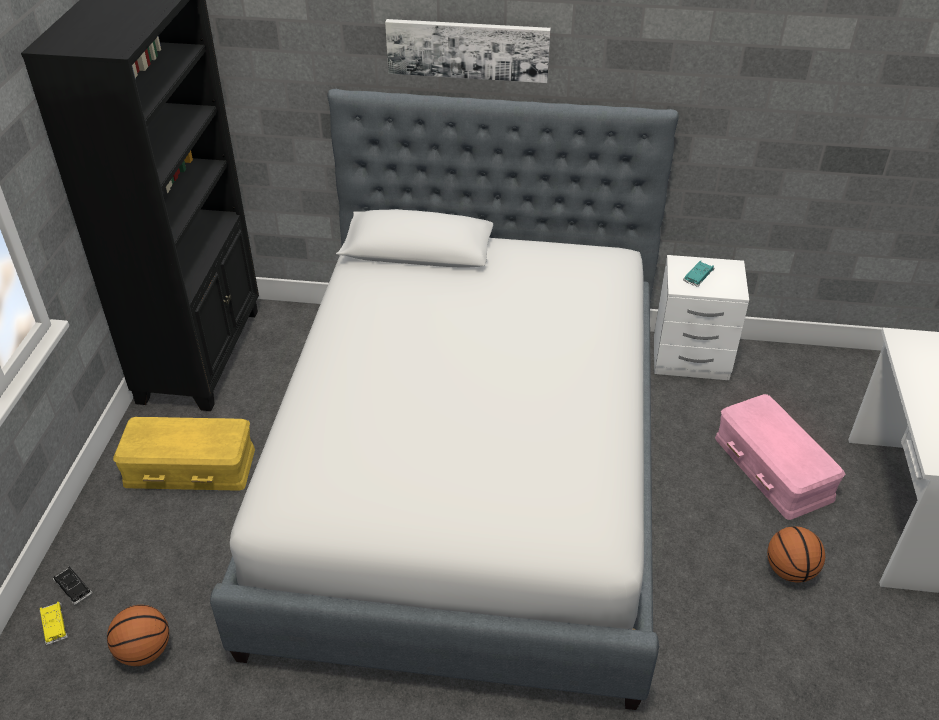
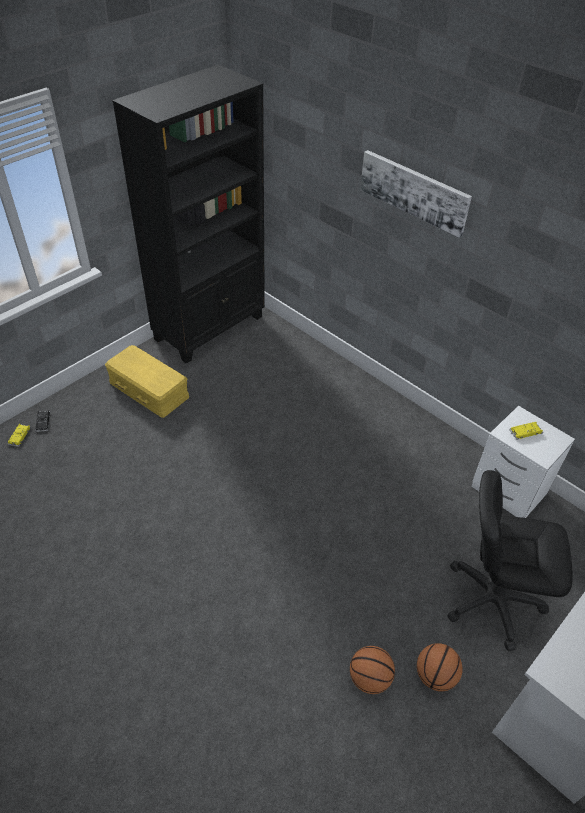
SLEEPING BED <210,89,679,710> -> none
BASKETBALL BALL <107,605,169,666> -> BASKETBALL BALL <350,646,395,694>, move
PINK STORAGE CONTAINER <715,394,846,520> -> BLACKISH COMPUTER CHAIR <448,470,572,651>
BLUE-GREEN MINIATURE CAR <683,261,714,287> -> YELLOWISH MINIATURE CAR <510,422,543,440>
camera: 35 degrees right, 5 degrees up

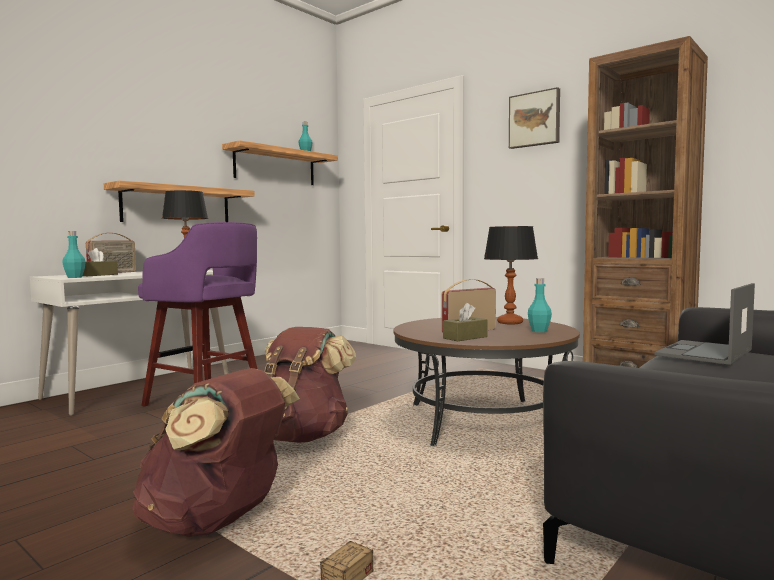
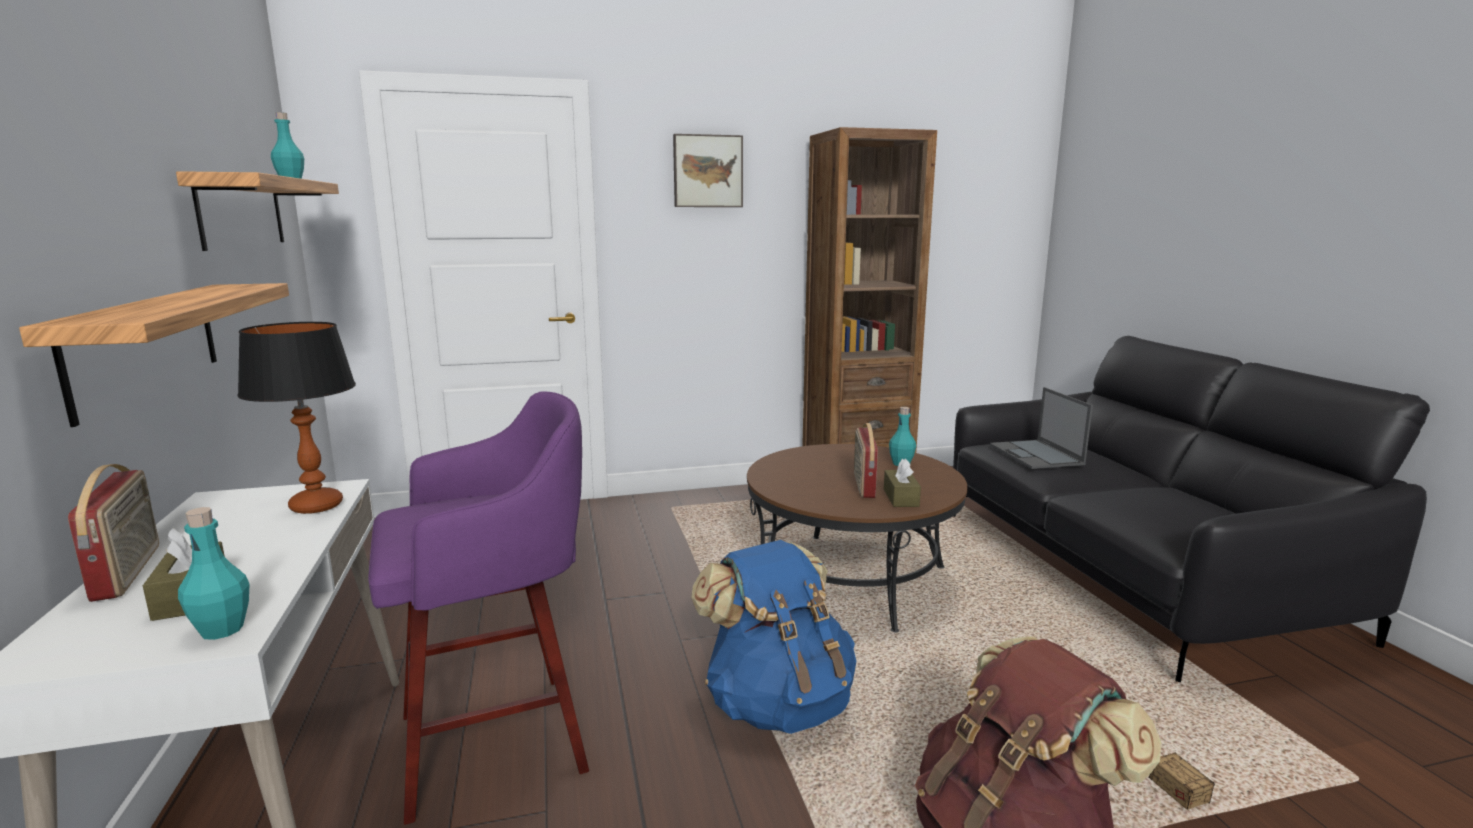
LAMP FOR A TABLE <484,226,538,325> -> none
BROWNISH KNAPSACK <264,327,356,443> -> BLUE-COLOURED KNAPSACK <691,540,856,734>
camera: 55 degrees left, 10 degrees up

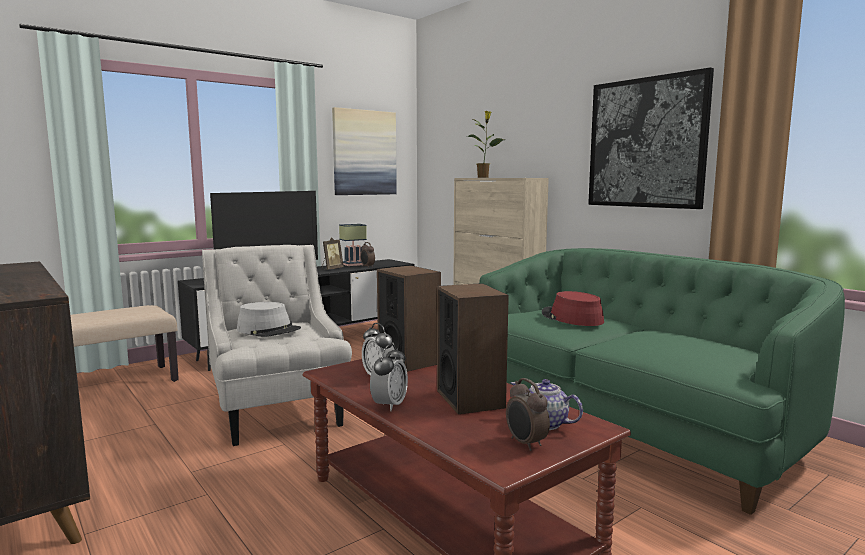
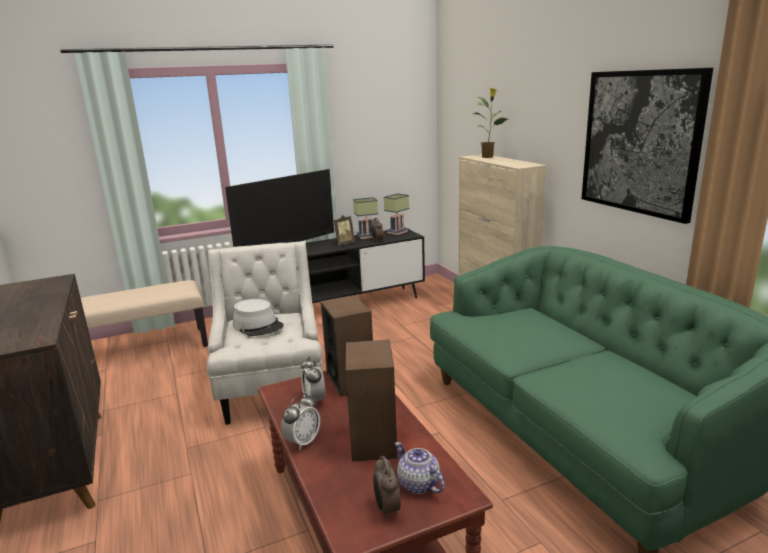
PICTURE <332,107,397,195> -> none
RED HAT <542,291,604,326> -> none
none -> LAMP FOR A TABLE <384,194,409,235>
camera: 15 degrees right, 10 degrees up

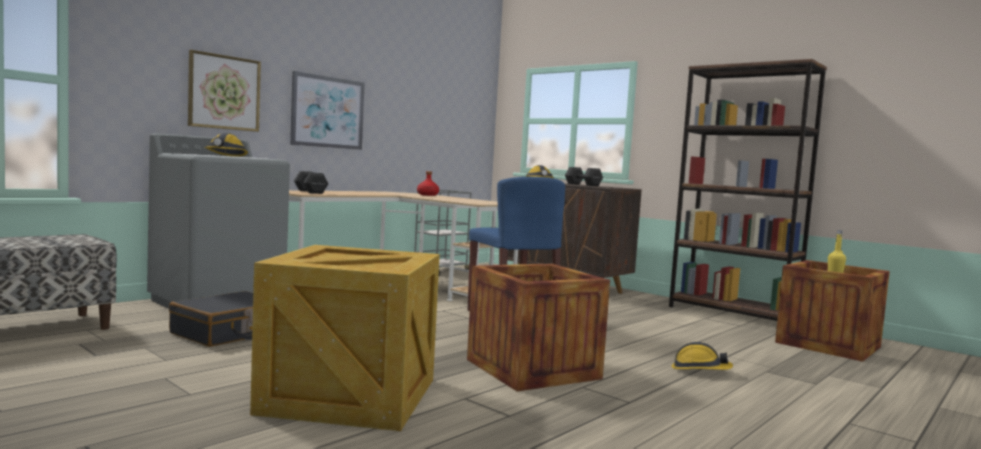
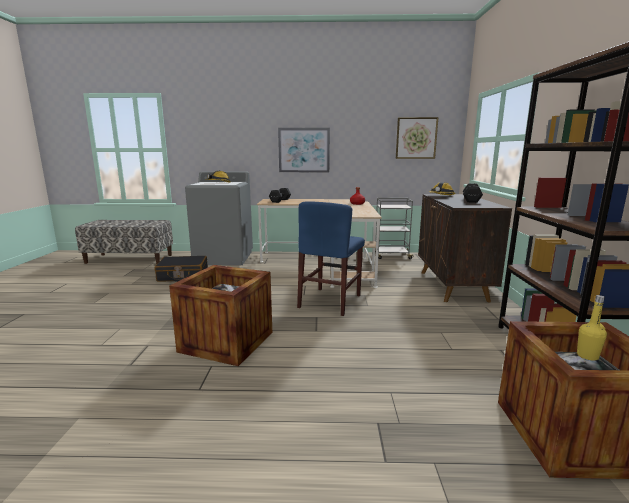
CRATE <250,245,440,431> -> none
HARD HAT <672,342,733,370> -> none
PICTURE <188,50,261,132> -> PICTURE <396,117,439,159>, move
camera: 50 degrees right, 10 degrees up

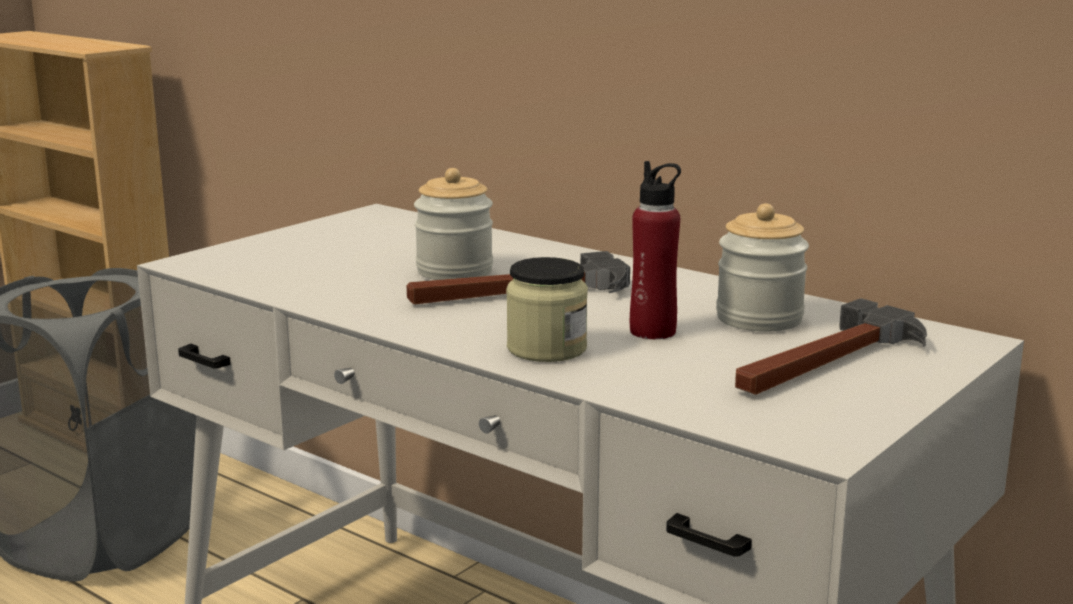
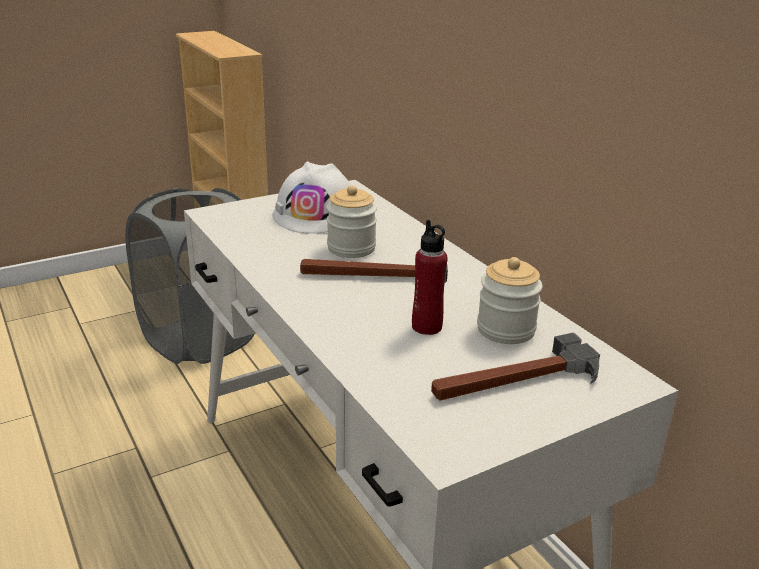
JAR <506,257,588,362> -> none
none -> WHITE-COLOURED HARD HAT <273,161,351,234>
camera: 20 degrees right, 10 degrees up

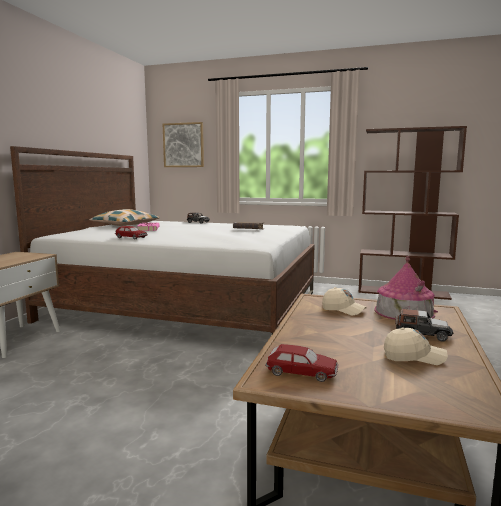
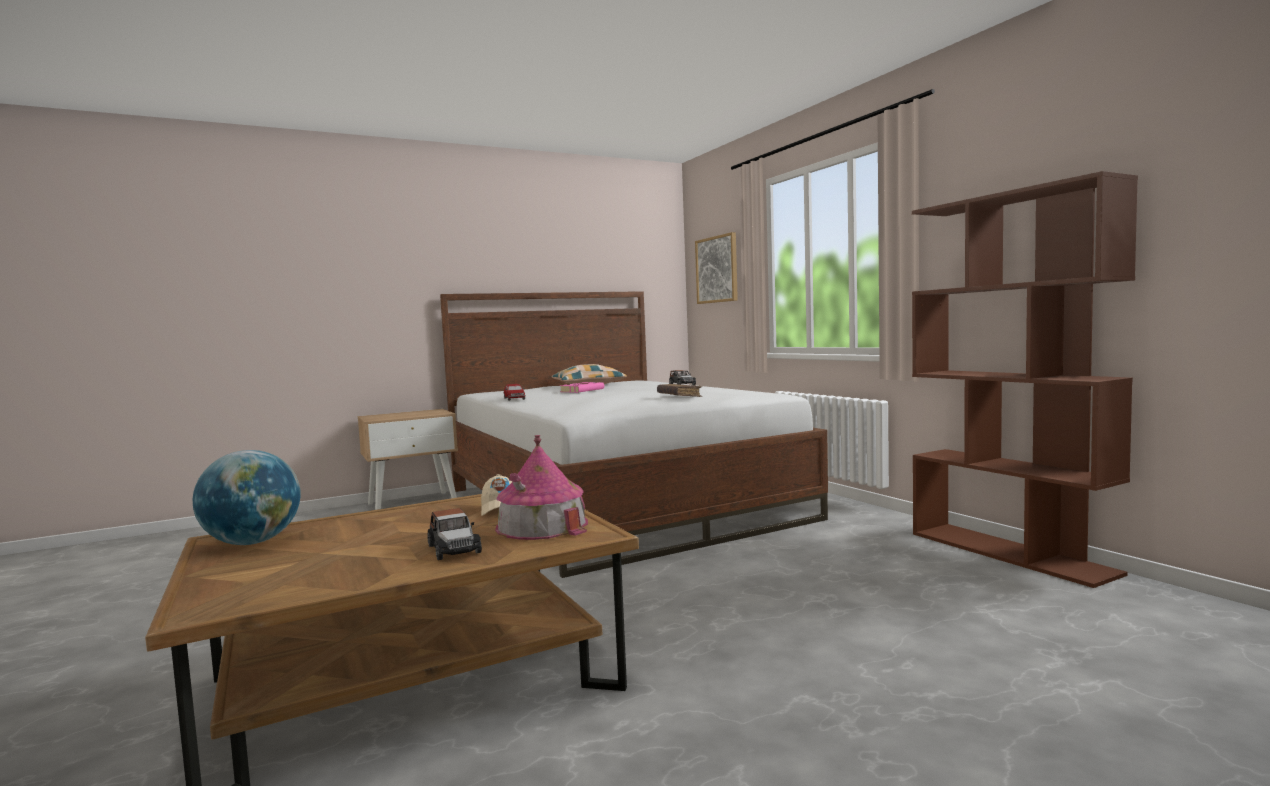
BEIGE-COLOURED BASEBALL CAP <384,328,448,365> -> none
MINIATURE CAR <265,344,339,382> -> GLOBE <193,450,301,545>
camera: 45 degrees right, 5 degrees down

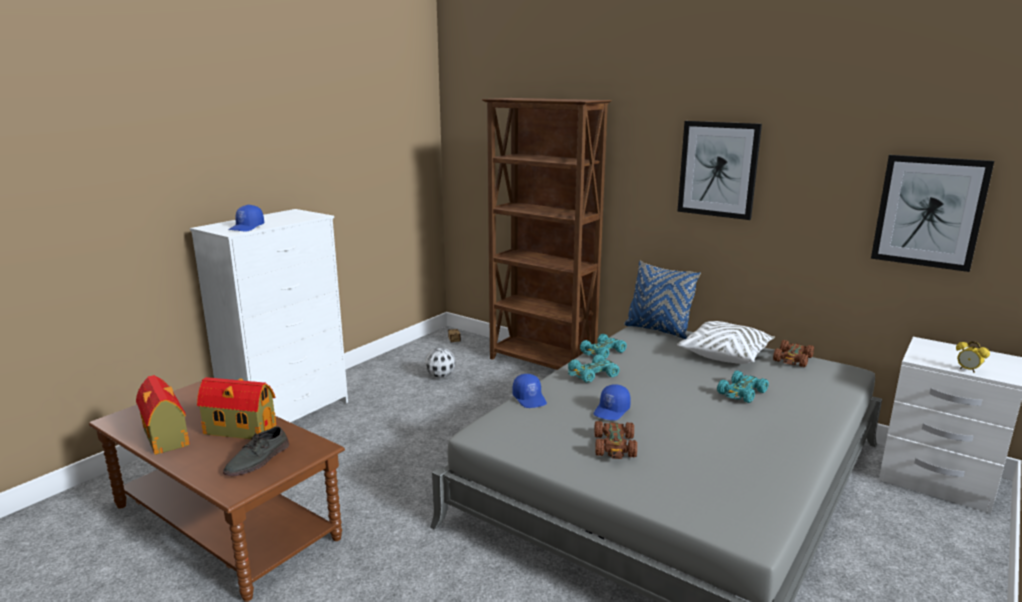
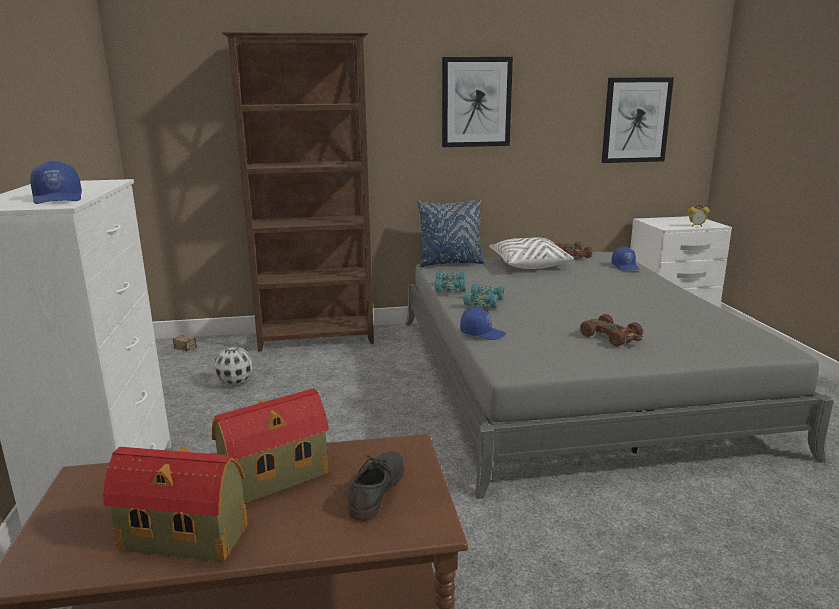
BLUE-GREEN MINIATURE CAR <717,371,769,403> -> none
BLUE-COLOURED BASEBALL CAP <593,384,631,421> -> BLUE-COLOURED BASEBALL CAP <611,247,640,271>, move
GREYISH LOW SHOE <223,426,289,476> -> GREYISH LOW SHOE <348,451,404,521>, 150 degrees counterclockwise
camera: 45 degrees left, 0 degrees up

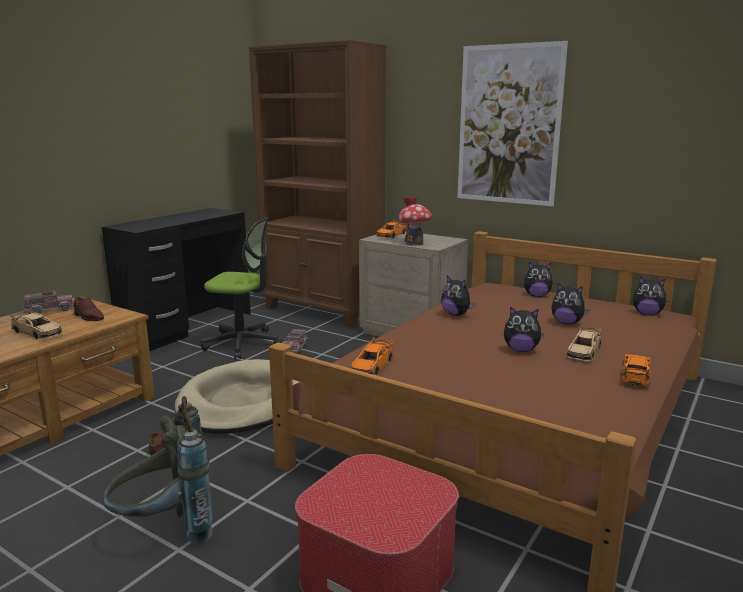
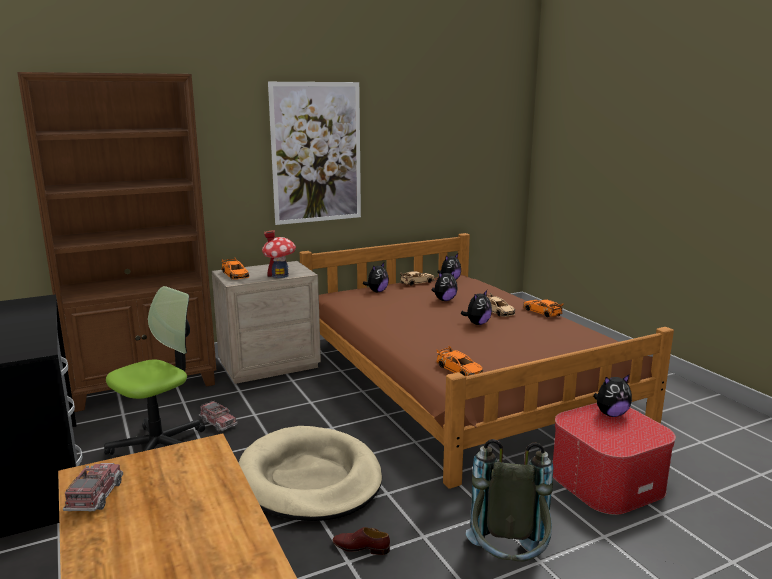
BROWNISH LOW SHOE <73,296,104,321> -> none
BEIGE-COLOURED MINIATURE CAR <10,309,63,339> -> BEIGE-COLOURED MINIATURE CAR <400,271,435,286>, move
SOFT TOY <441,276,476,316> -> SOFT TOY <593,375,632,417>, move
camera: 60 degrees left, 0 degrees up

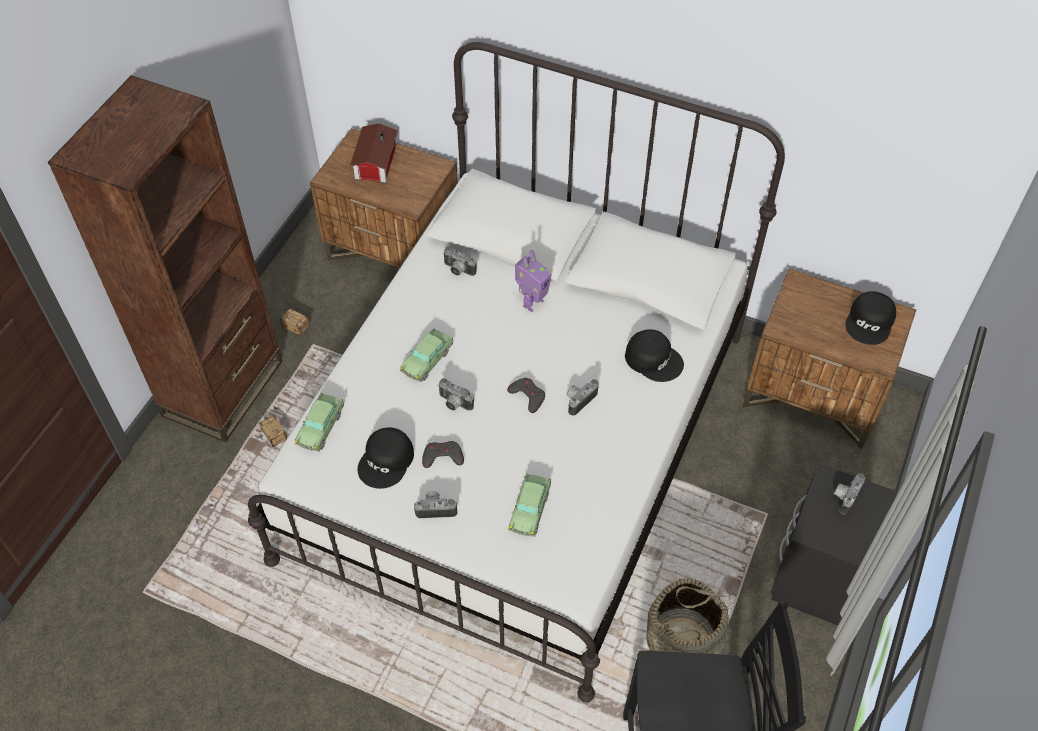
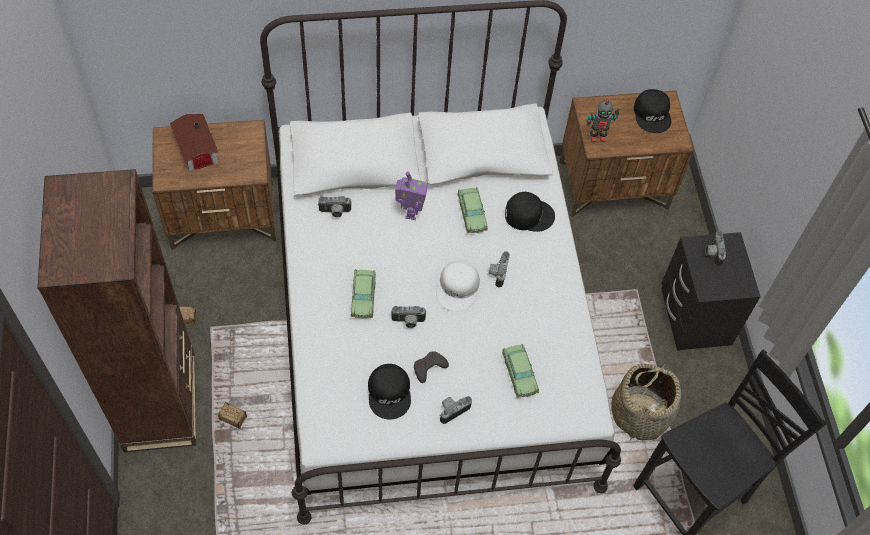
none -> ROBOT FIGURE <587,100,619,142>
MINIATURE CAR <295,393,344,452> -> MINIATURE CAR <458,187,488,233>, move
GREYISH GAME CONTROLLER <507,378,545,413> -> WHITE-COLOURED BASEBALL CAP <436,260,480,312>
camera: 35 degrees left, 5 degrees up

